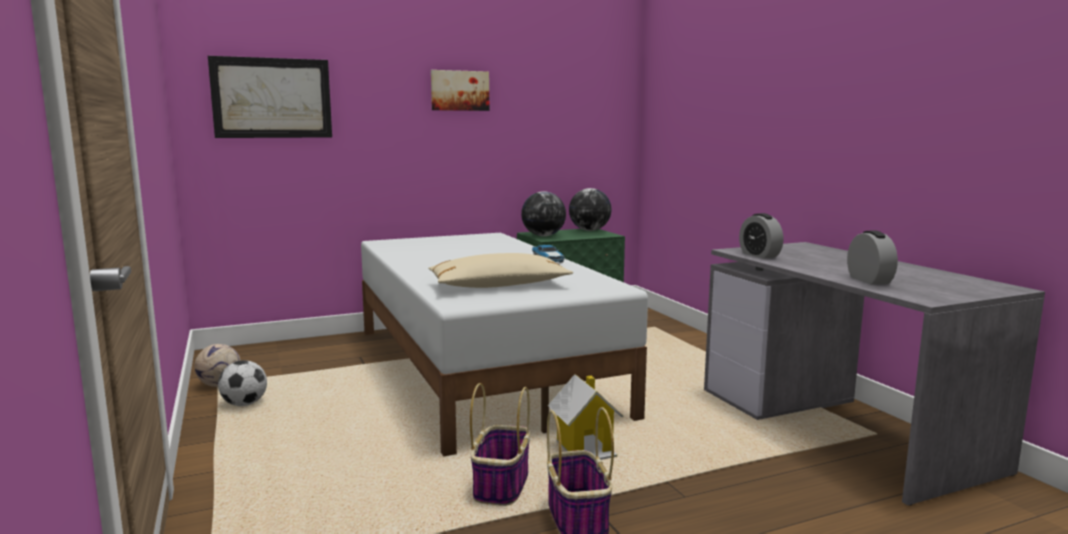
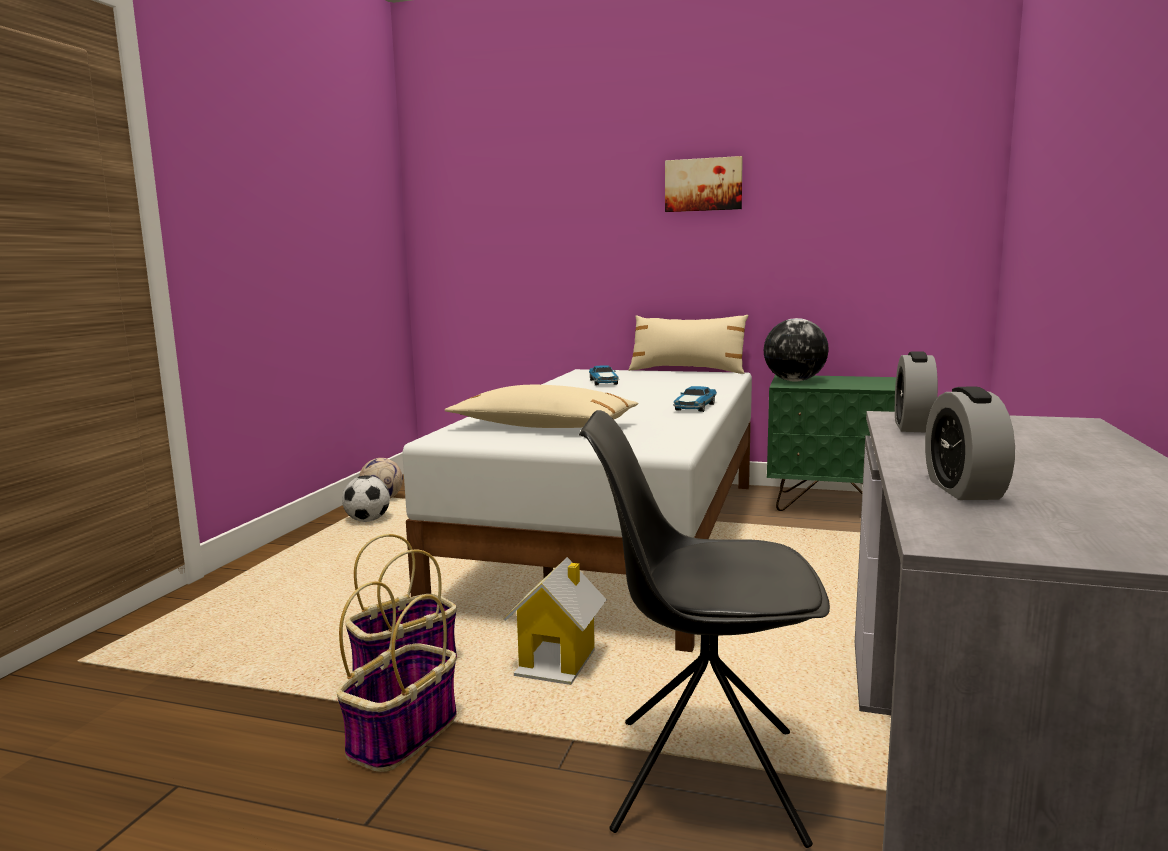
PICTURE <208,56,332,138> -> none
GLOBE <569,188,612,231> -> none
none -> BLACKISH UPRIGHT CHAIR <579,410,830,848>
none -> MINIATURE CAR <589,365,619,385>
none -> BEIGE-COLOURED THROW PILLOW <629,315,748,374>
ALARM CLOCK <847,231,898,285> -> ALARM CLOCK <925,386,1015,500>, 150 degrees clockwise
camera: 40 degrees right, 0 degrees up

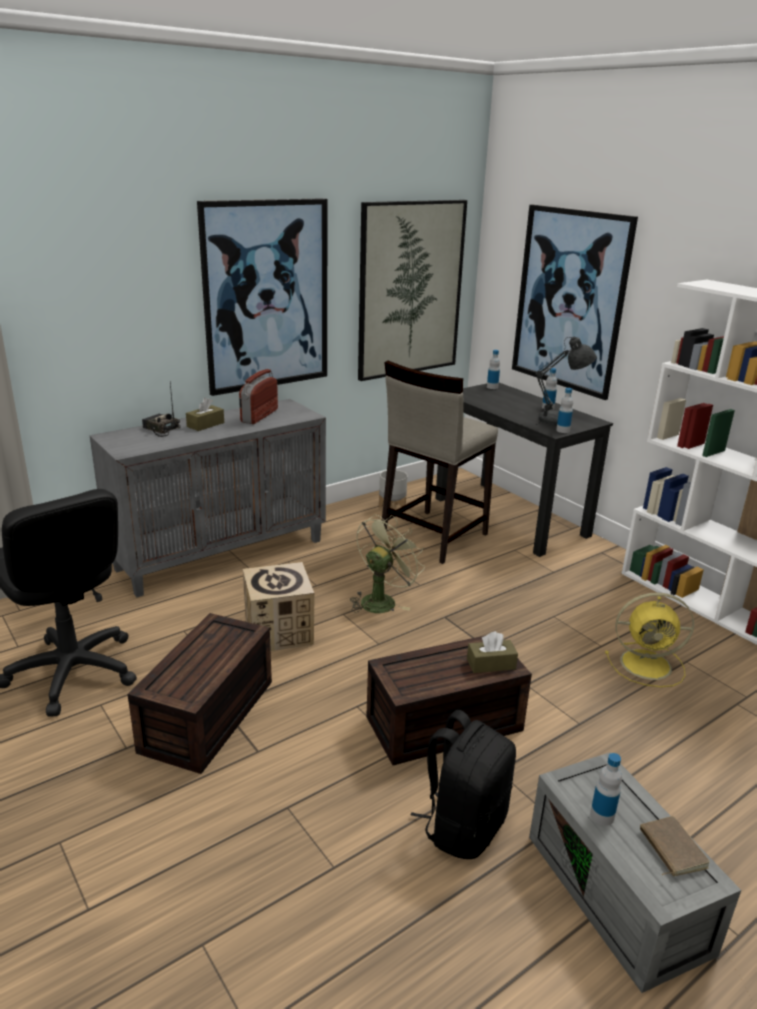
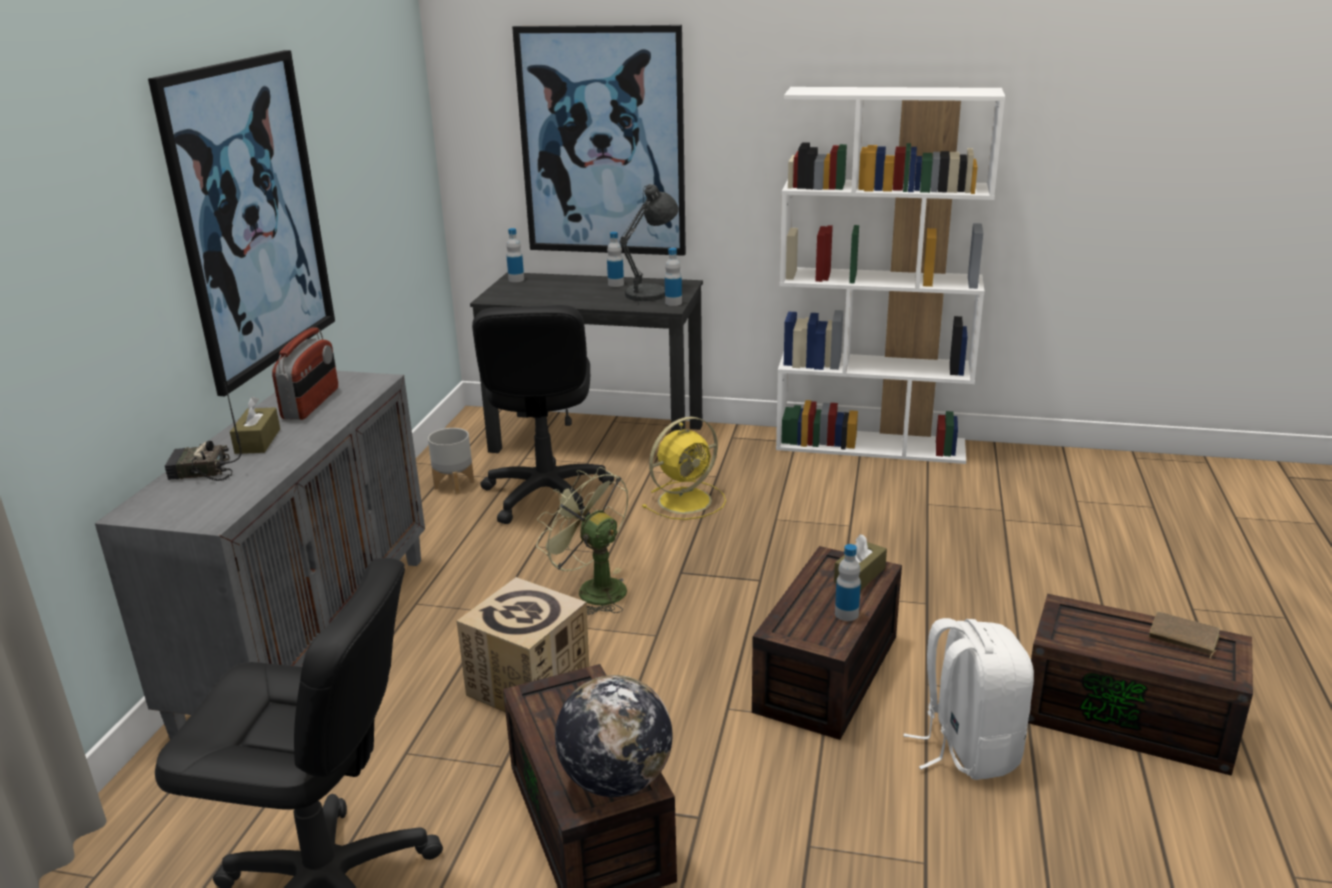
PICTURE <358,200,467,381> -> none
none -> GLOBE <555,675,673,797>
DRINK BOTTLE <590,753,622,826> -> DRINK BOTTLE <835,544,861,621>, move
YELLOWISH ELECTRIC FAN <605,592,694,687> -> YELLOWISH ELECTRIC FAN <642,417,726,520>, move
BEIGE-COLOURED SITTING STOOL <382,361,498,564> -> BLACKISH COMPUTER CHAIR <472,305,614,524>
BLACKISH KNAPSACK <411,710,516,859> -> WHITE-COLOURED KNAPSACK <904,618,1034,780>
GREYISH STORAGE CONTAINER <529,752,741,993> -> BROWNISH STORAGE CONTAINER <1028,594,1253,776>
RADIO <239,369,278,424> -> RADIO <272,328,338,420>, 150 degrees counterclockwise
GREEN ELECTRIC FAN <350,515,425,613> -> GREEN ELECTRIC FAN <536,467,628,615>, 45 degrees counterclockwise
camera: 40 degrees left, 0 degrees up

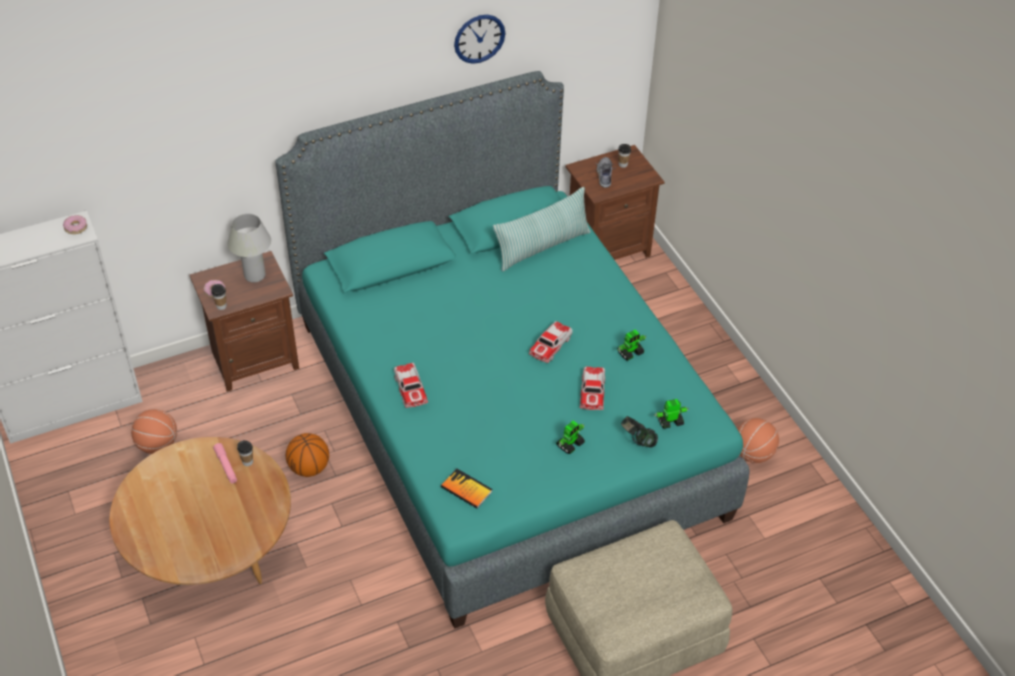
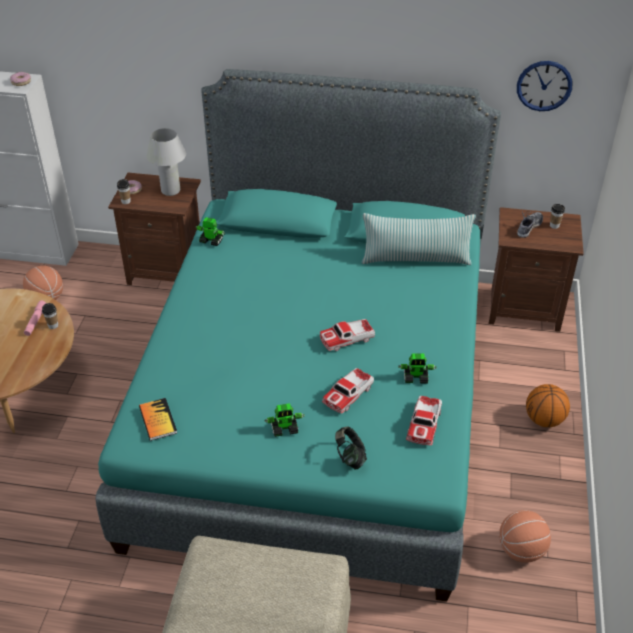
BASKETBALL BALL <286,433,329,477> -> BASKETBALL BALL <526,384,570,427>, move
MINIATURE CAR <394,363,428,408> -> MINIATURE CAR <406,396,442,446>, move
WALL CLOCK <454,15,505,64> -> WALL CLOCK <517,61,572,111>, move
ROBOT FIGURE <654,399,689,429> -> ROBOT FIGURE <195,217,225,246>, move
camera: 35 degrees right, 5 degrees down

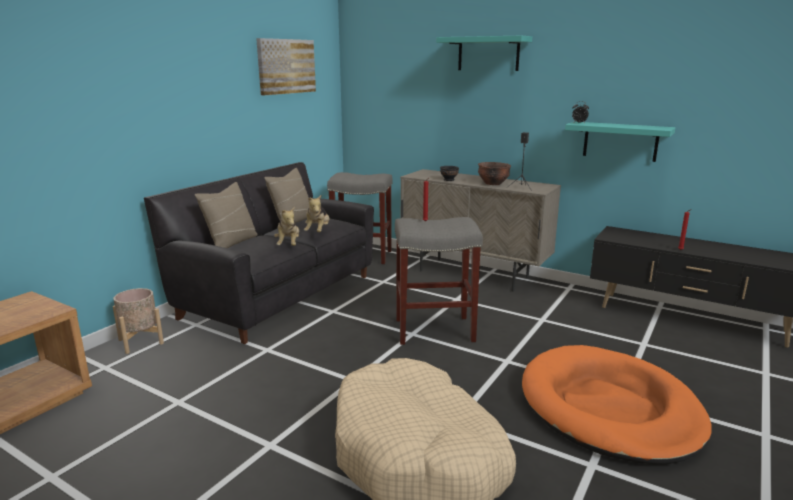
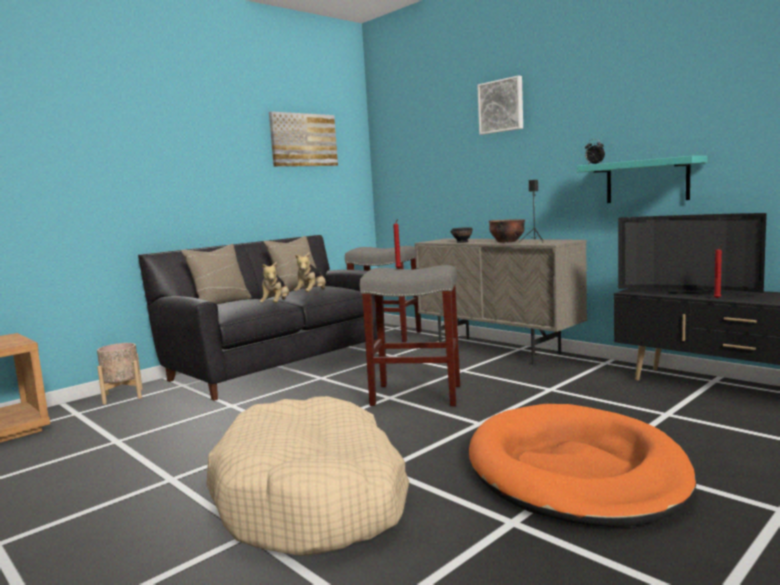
none -> TELEVISION <618,213,767,295>
BLUE-GREEN SHELF <436,36,532,71> -> PICTURE <477,75,523,135>
camera: 15 degrees right, 10 degrees down

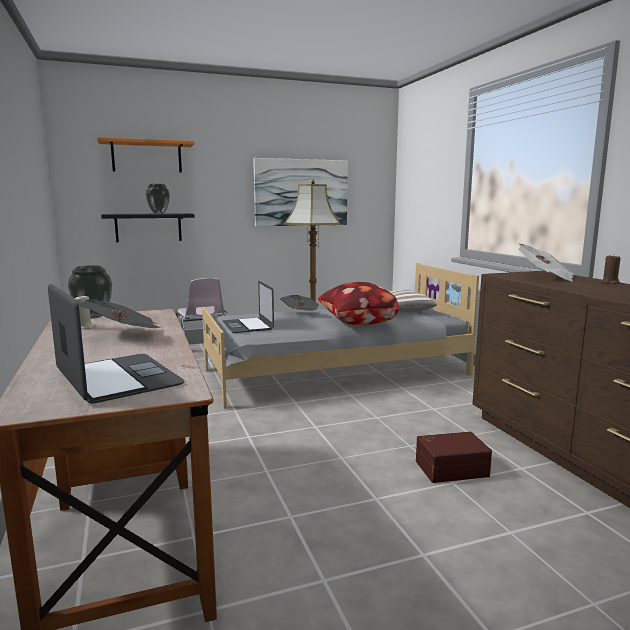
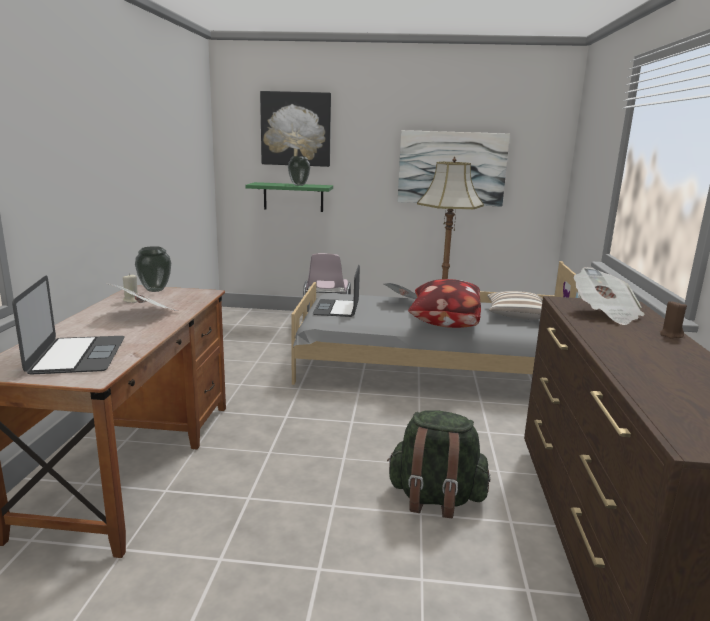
ORANGE SHELF <97,137,195,173> -> PICTURE <260,91,331,167>
BROWNISH STORAGE CONTAINER <416,431,492,483> -> GREEN KNAPSACK <387,410,490,518>
BLACKISH SHELF <101,213,194,242> -> GREEN SHELF <245,182,333,212>
camera: 25 degrees right, 5 degrees up

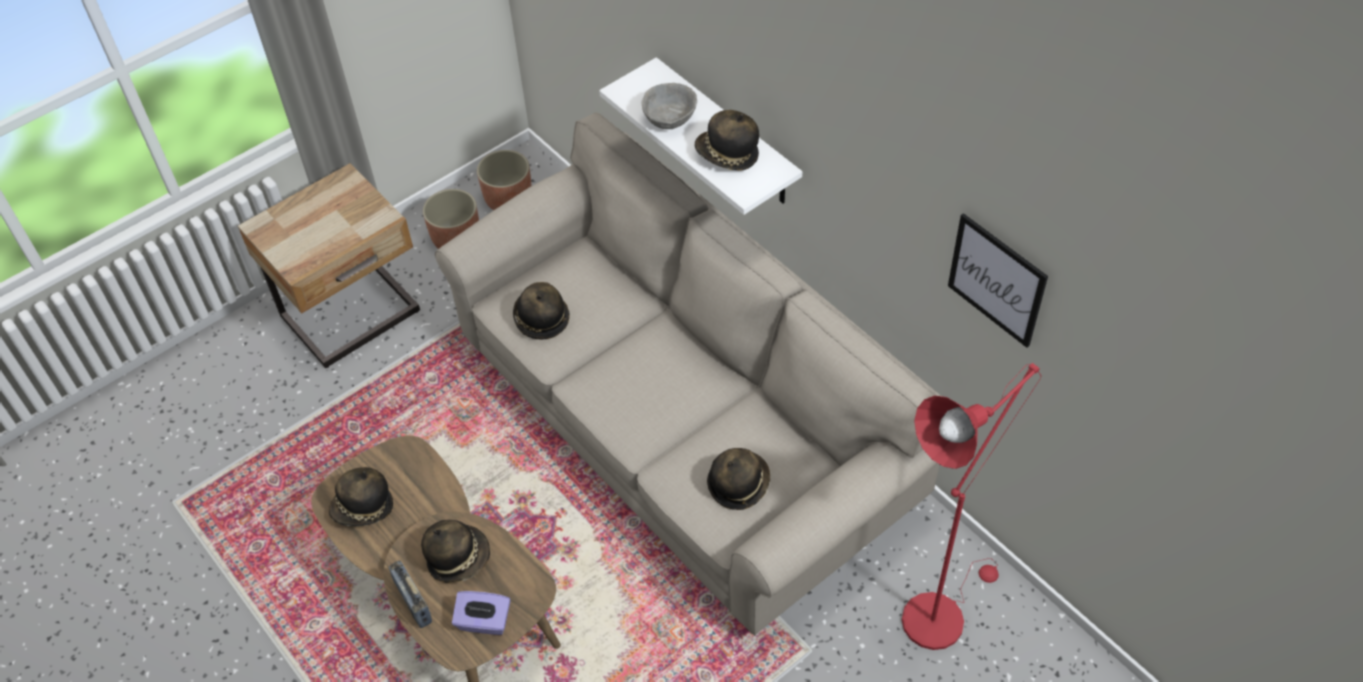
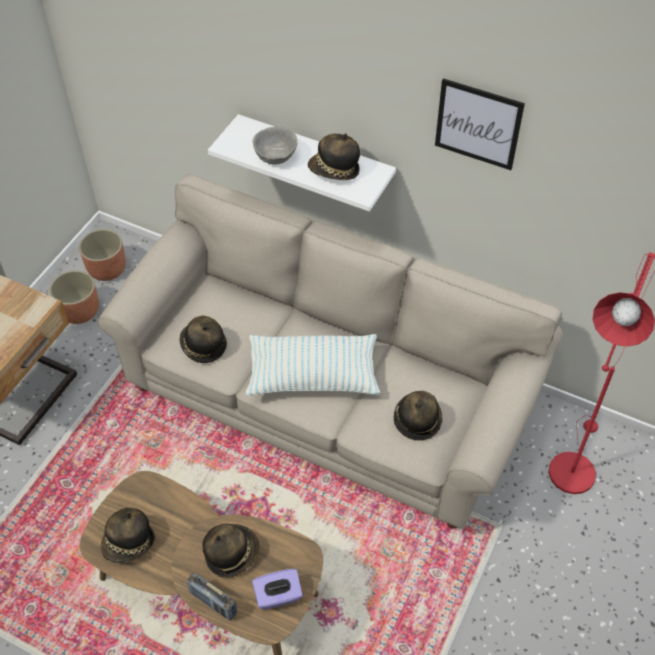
none -> THROW PILLOW <245,334,380,396>
PICTURE <948,213,1048,348> -> PICTURE <435,78,525,170>, move
camera: 25 degrees left, 0 degrees up

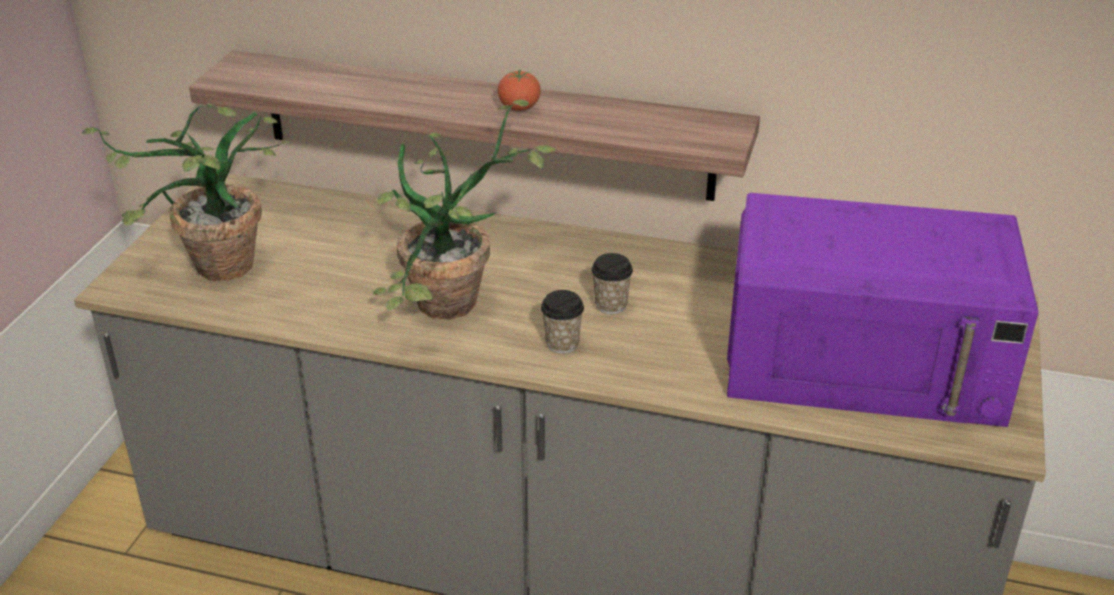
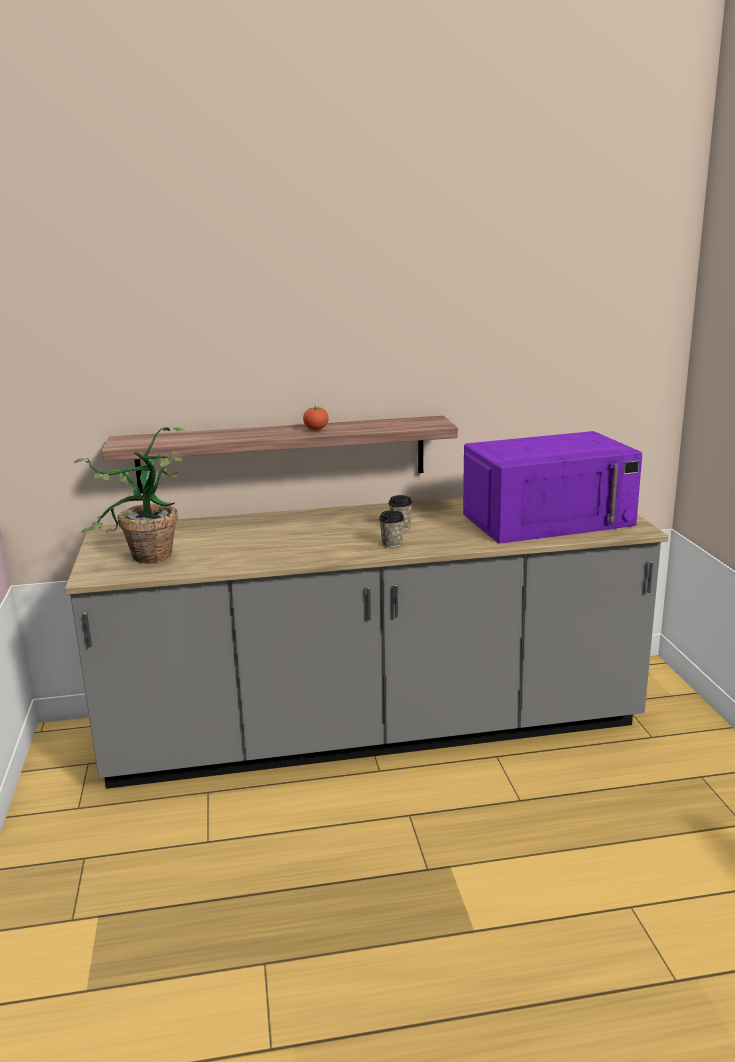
POTTED PLANT <373,99,556,320> -> none
camera: 25 degrees left, 15 degrees down

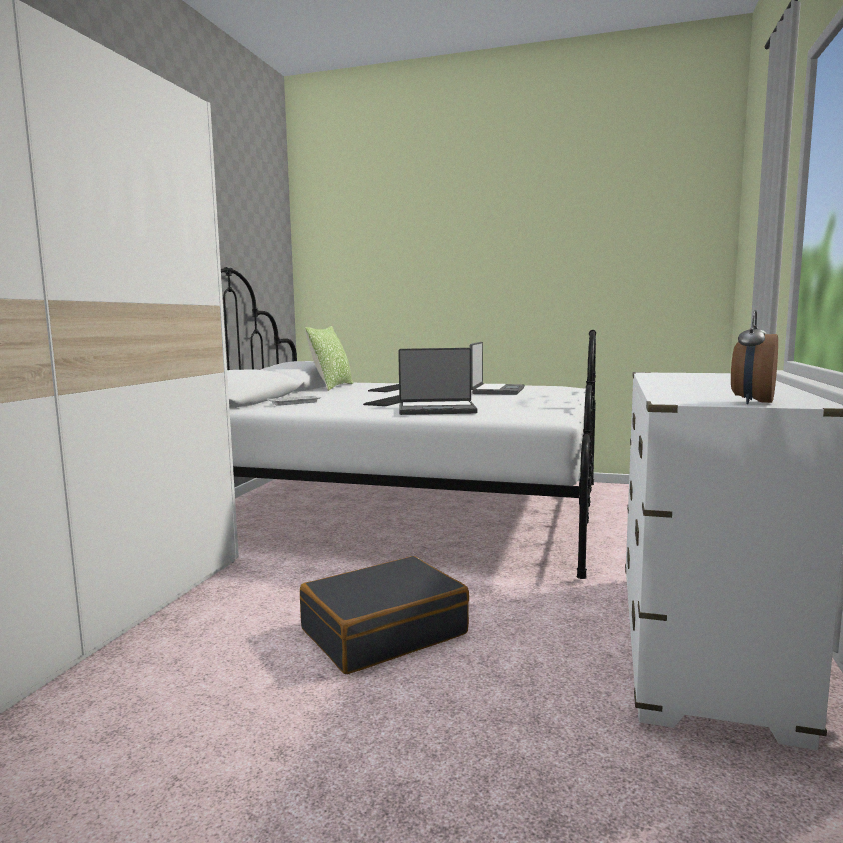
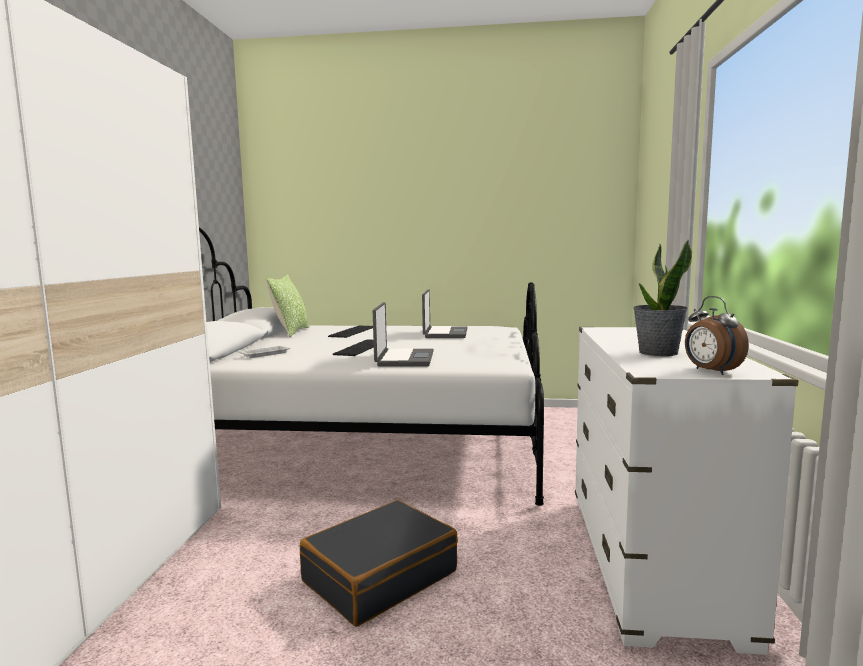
none -> POTTED PLANT <633,240,692,356>
NOTEBOOK COMPUTER <398,348,478,415> -> NOTEBOOK COMPUTER <373,302,434,367>, 75 degrees counterclockwise
ALARM CLOCK <731,310,778,404> -> ALARM CLOCK <685,296,749,375>, 45 degrees counterclockwise
camera: 10 degrees left, 0 degrees up

